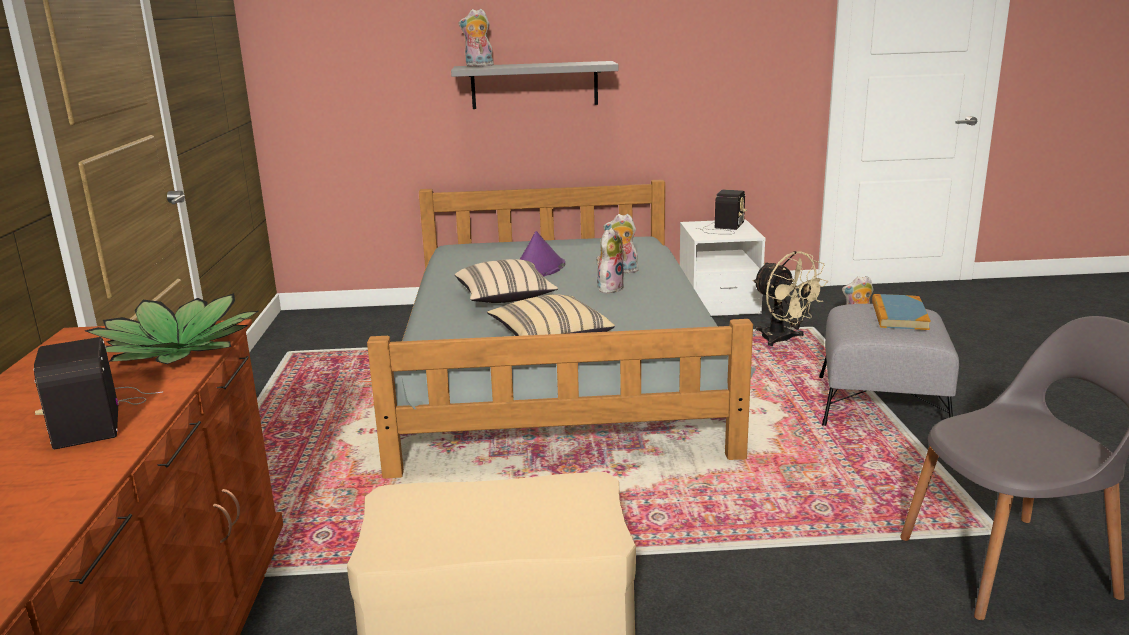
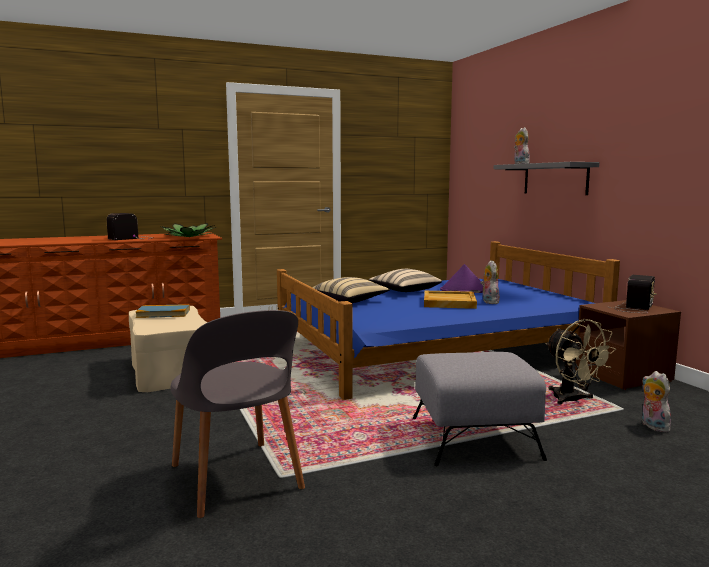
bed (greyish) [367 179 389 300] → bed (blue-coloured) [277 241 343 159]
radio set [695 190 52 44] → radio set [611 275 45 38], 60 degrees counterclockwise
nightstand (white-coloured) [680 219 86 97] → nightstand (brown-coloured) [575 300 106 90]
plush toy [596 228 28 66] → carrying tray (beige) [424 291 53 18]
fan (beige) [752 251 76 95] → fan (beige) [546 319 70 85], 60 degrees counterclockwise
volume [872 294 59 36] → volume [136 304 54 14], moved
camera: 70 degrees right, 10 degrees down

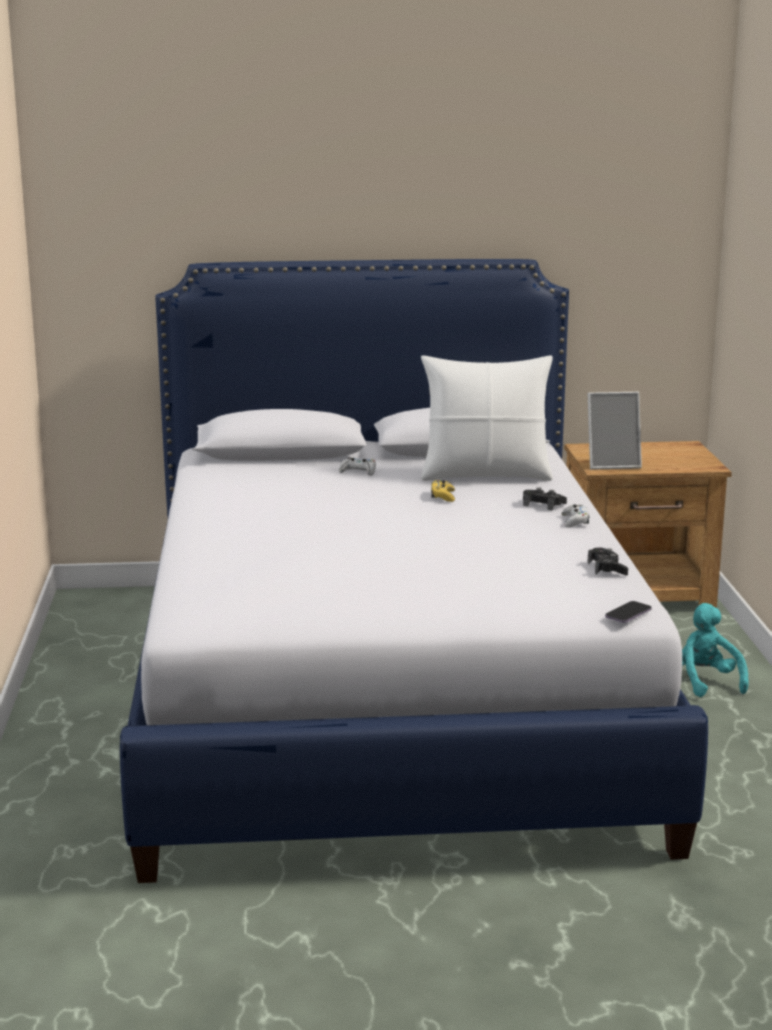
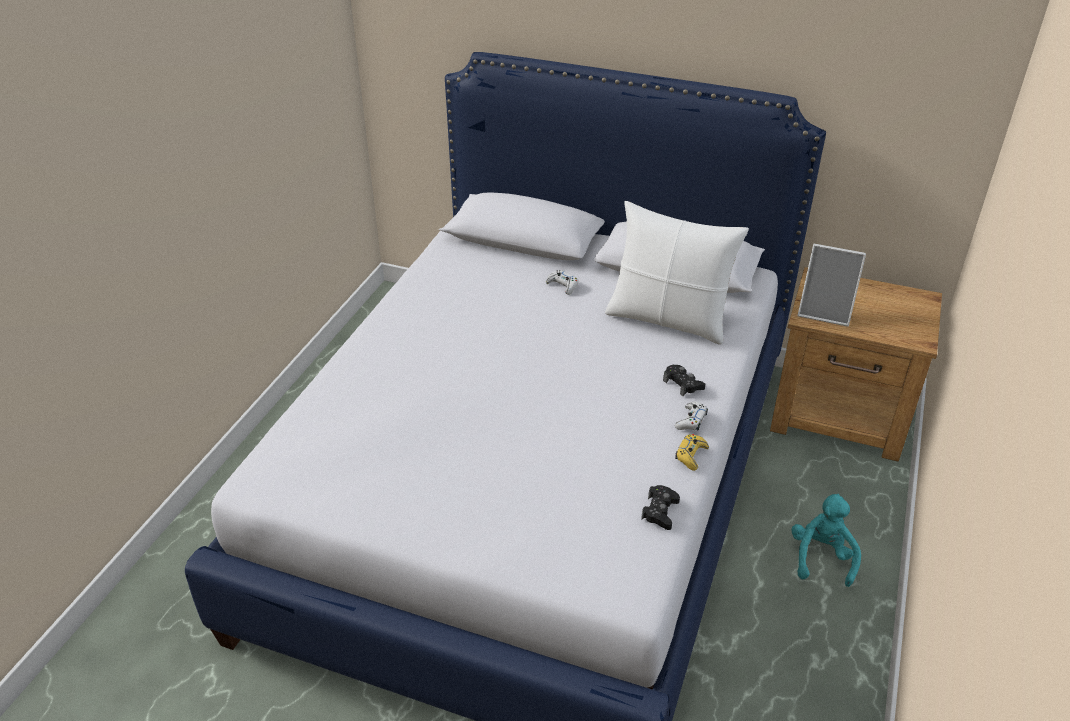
game controller (yellow-coloured) [431 480 24 22] → game controller (yellow-coloured) [675 434 34 37], moved
phone [605 601 47 22] → -
camera: 25 degrees right, 20 degrees up

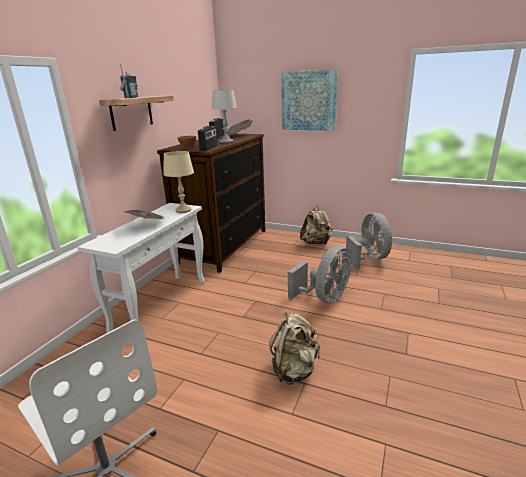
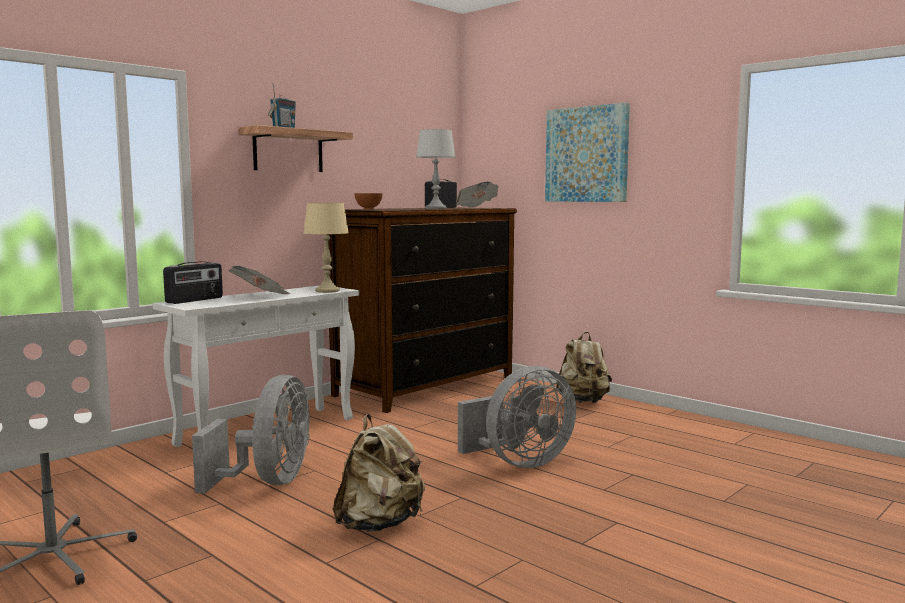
radio set [198 126 20 25] → radio set [163 261 60 43], moved
fan (greyish) [346 213 46 56] → fan (greyish) [192 375 118 118], moved
camera: 20 degrees right, 15 degrees down

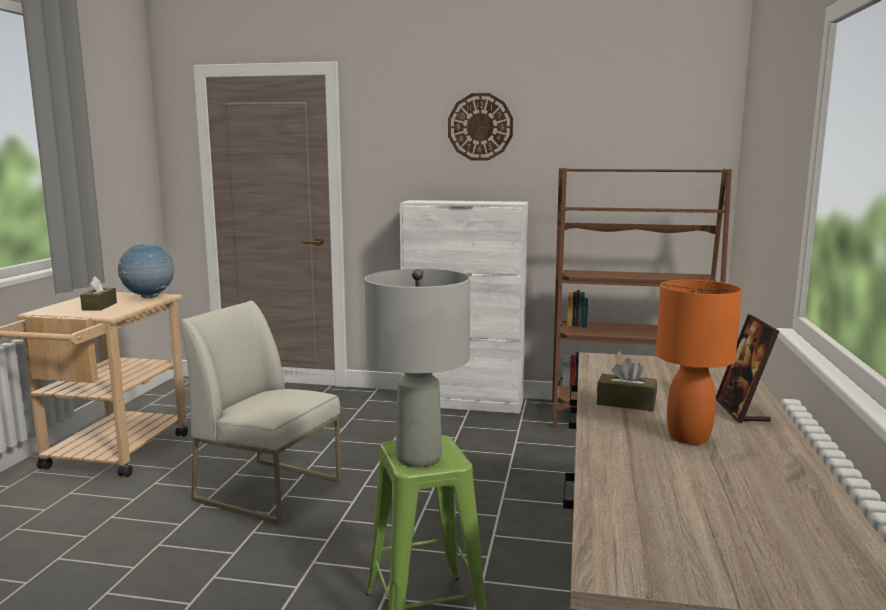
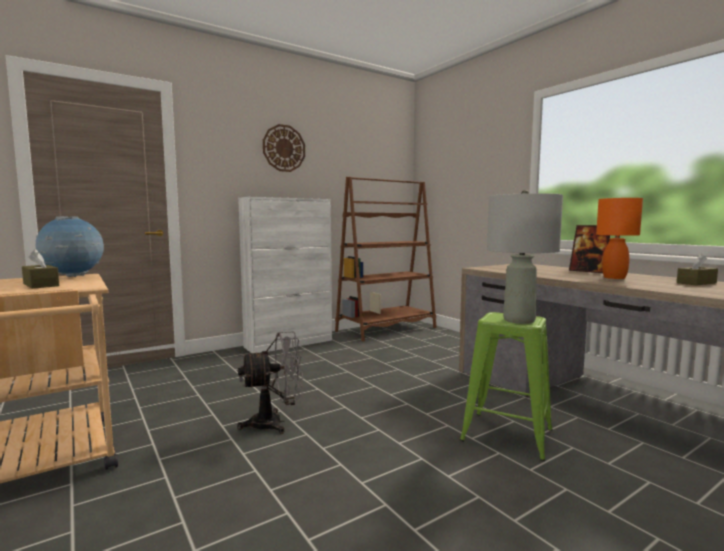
upright chair (white-coloured) [180 301 161 224] → fan (greyish) [237 332 66 102]
tissue box (brown-coloured) [597 358 60 53] → tissue box (brown-coloured) [677 254 41 32], moved
camera: 45 degrees left, 5 degrees down

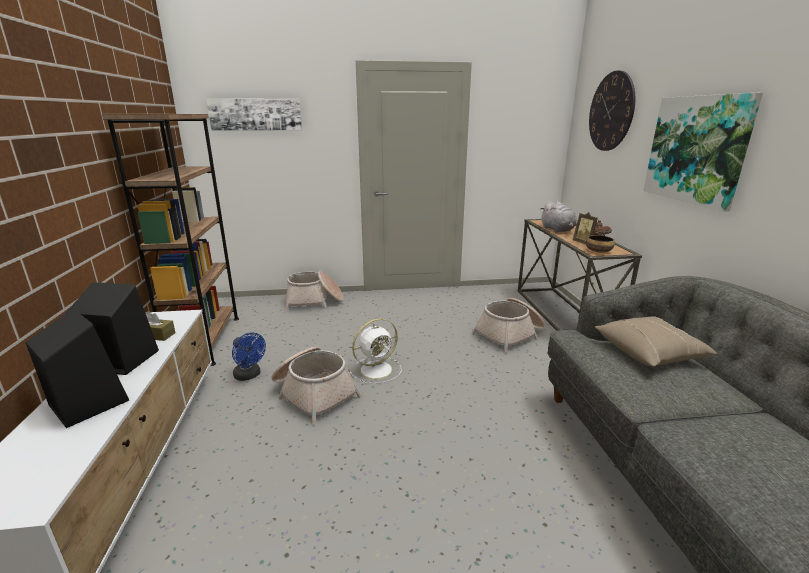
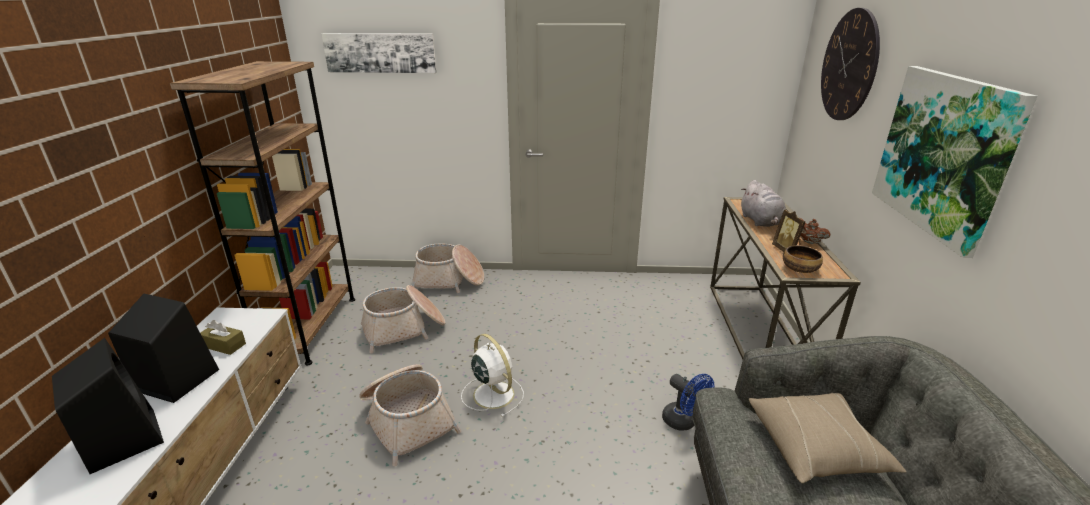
storage basket [471 298 74 55] → storage basket [361 285 84 68], moved
fan (white-coloured) [349 318 53 66] → fan (white-coloured) [461 334 63 83], 105 degrees counterclockwise
fan (blue-coloured) [232 332 34 49] → fan (blue-coloured) [662 374 52 57], moved
camera: 10 degrees right, 5 degrees up

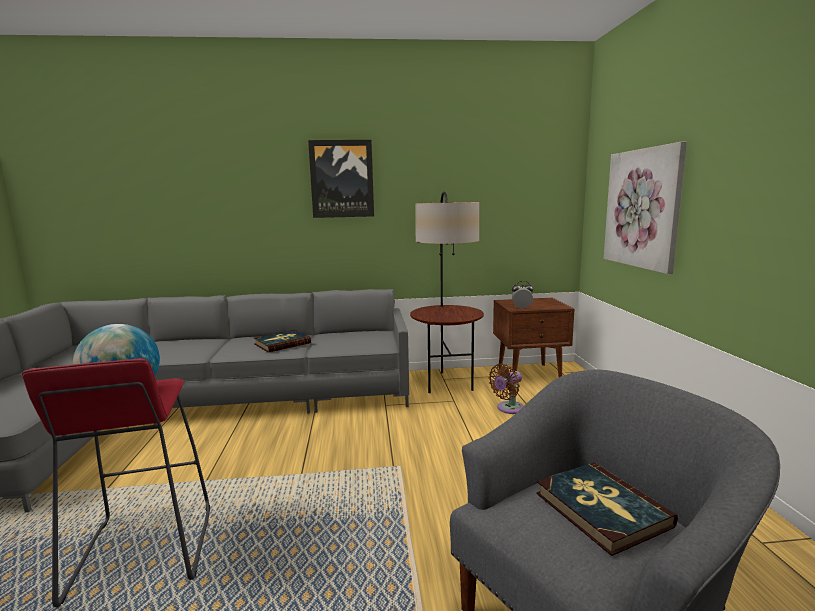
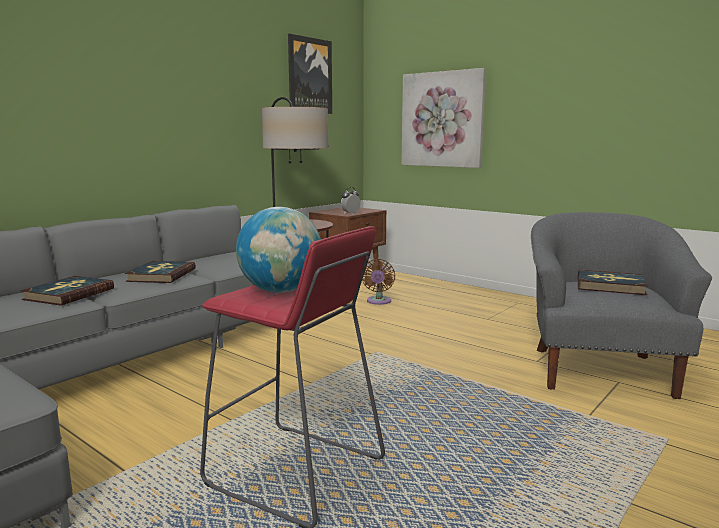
wall art [308 140 66 78] → wall art [288 34 44 80], moved
- → volume [21 276 93 30]
camera: 45 degrees left, 0 degrees up

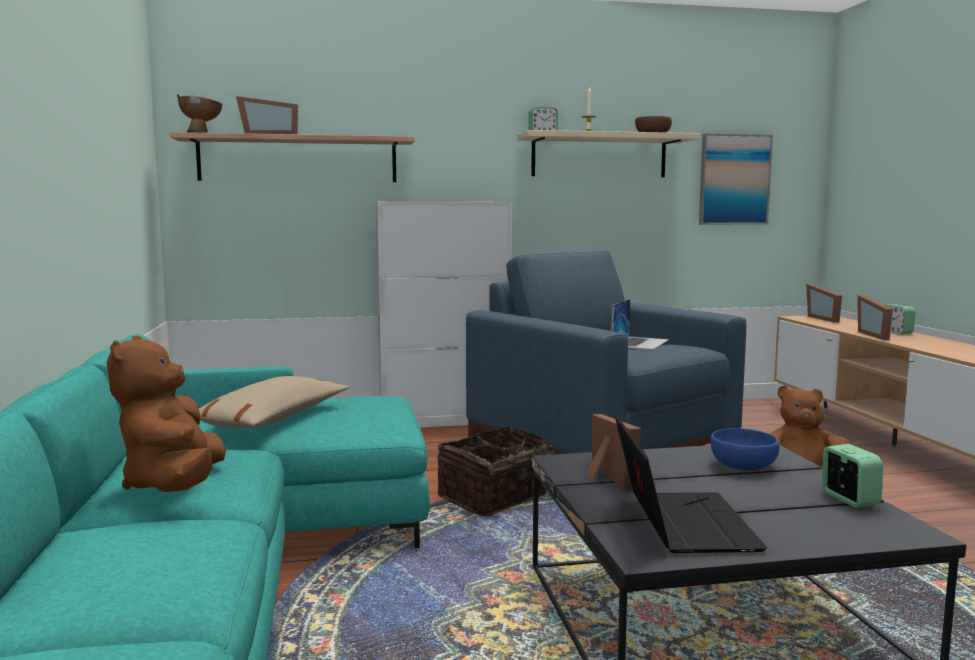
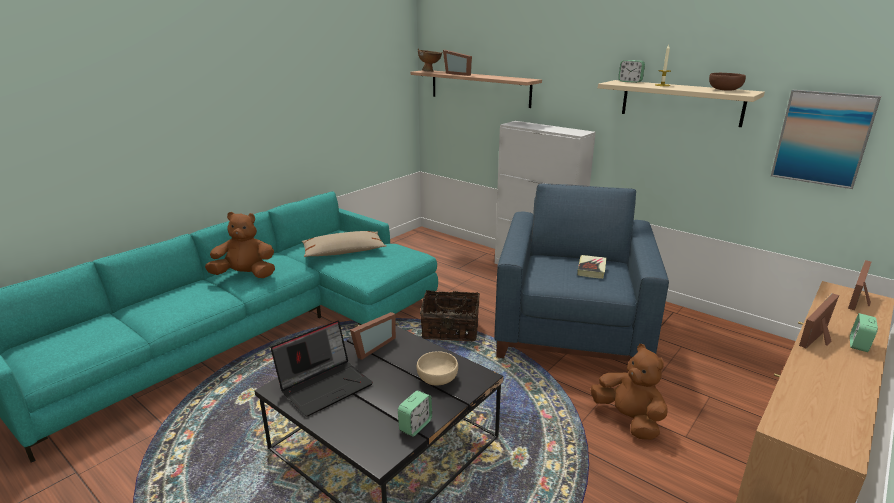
portable computer [611 299 58 51] → volume [577 255 29 24]
plush toy (brown-coloured) [107 336 119 156] → plush toy (brown-coloured) [205 212 70 66], 45 degrees clockwise
serving bowl (blue-coloured) [710 428 69 42] → serving bowl (beige) [417 352 41 34]
camera: 50 degrees right, 15 degrees up

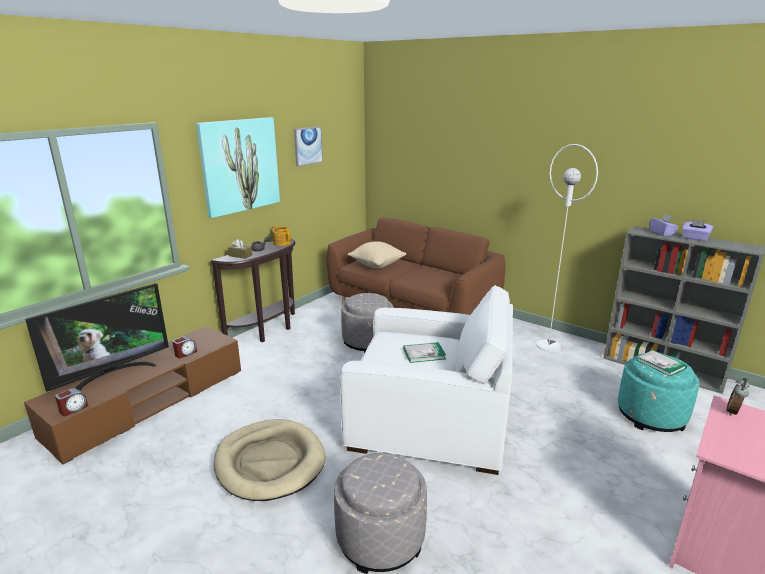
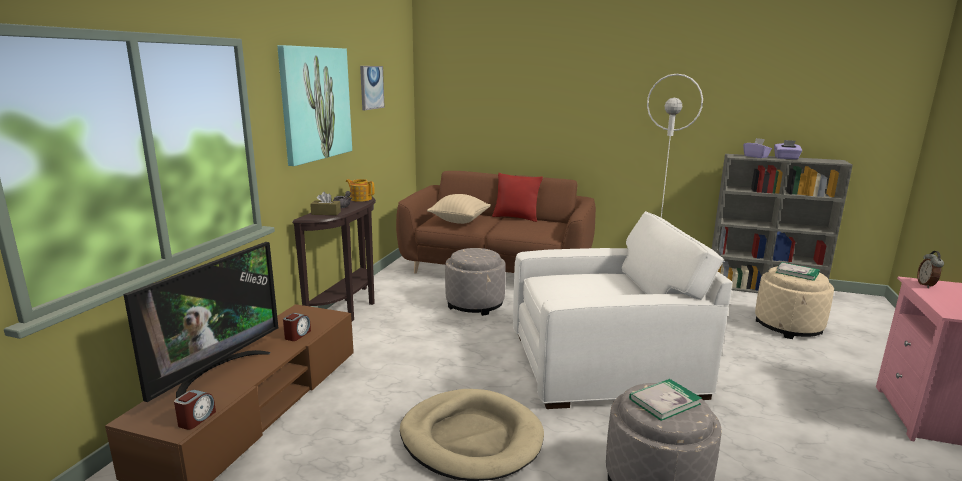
volume [403 342 43 21] → volume [629 379 73 42], moved
ottoman (turquoise-coloured) [618 353 82 79] → ottoman (beige) [755 266 79 73]
- → pillow (red) [492 173 51 49]
camera: 20 degrees left, 5 degrees down

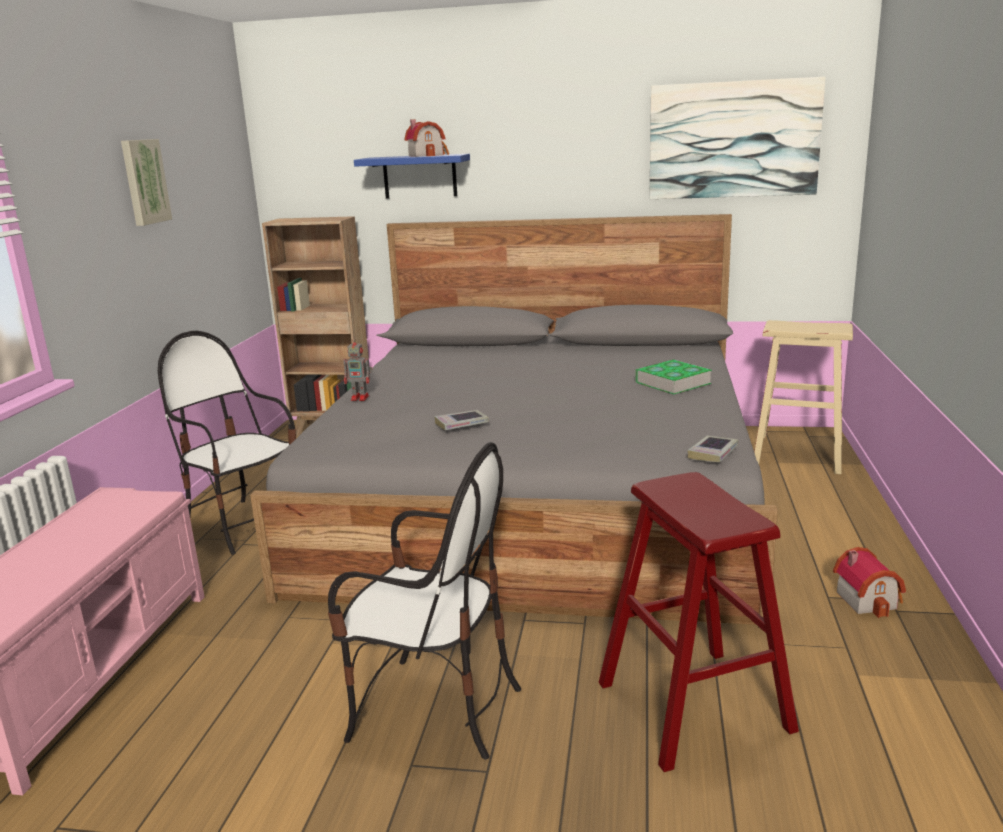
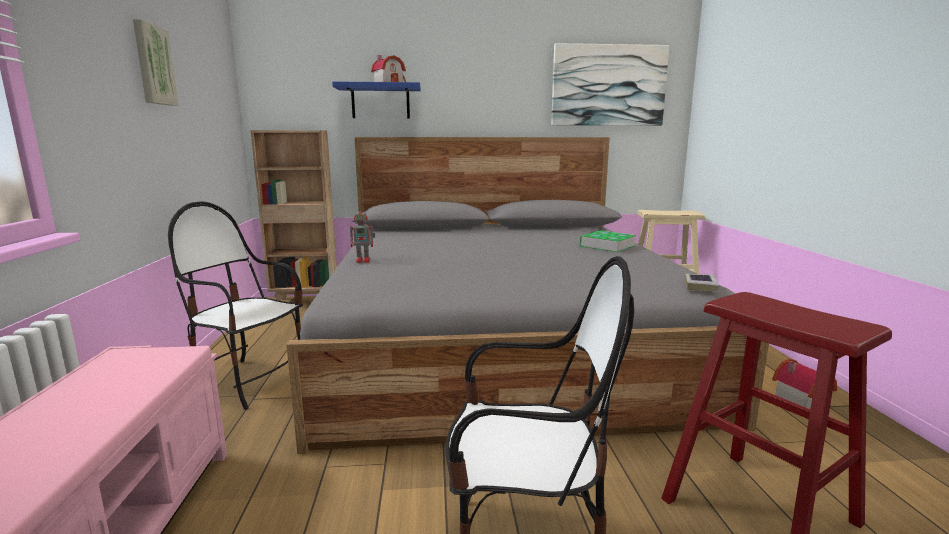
volume [434 410 55 20] → -
camera: 15 degrees left, 5 degrees down

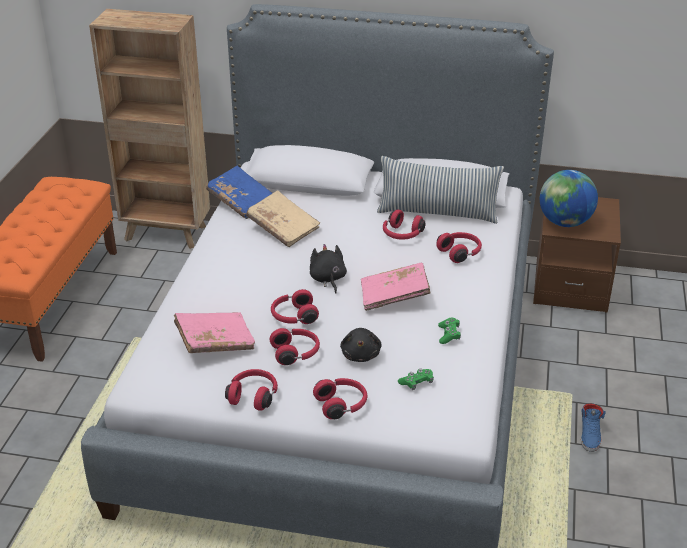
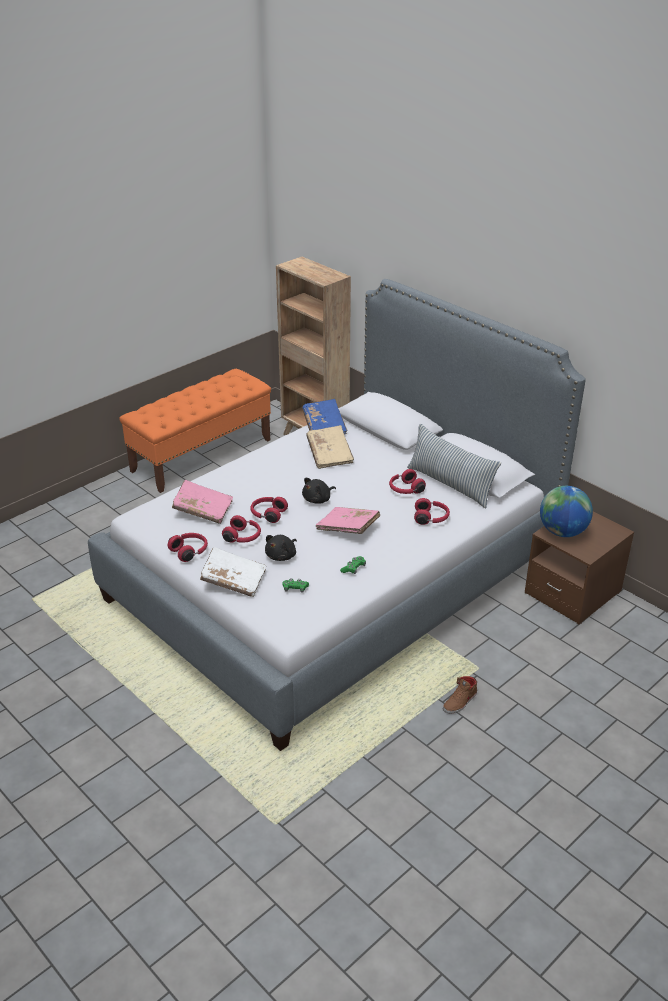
plush toy (blackish) [310 244 37 49] → plush toy (blackish) [302 478 34 25], 150 degrees counterclockwise
headphones (red) [313 378 54 41] → volume (white-coloured) [200 547 66 50]
shoe (blue-coloured) [581 403 25 49] → shoe (brown-coloured) [443 676 34 38]
camera: 35 degrees right, 0 degrees up

